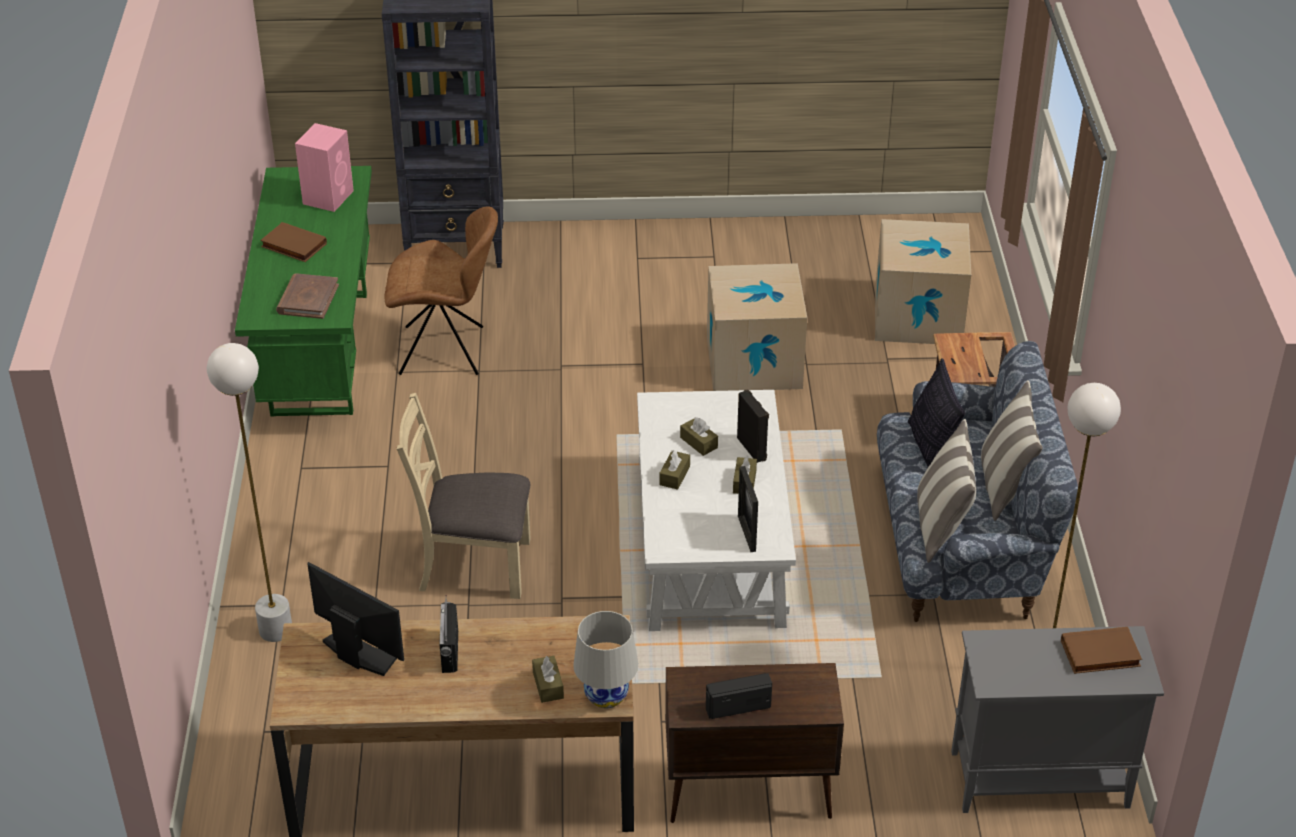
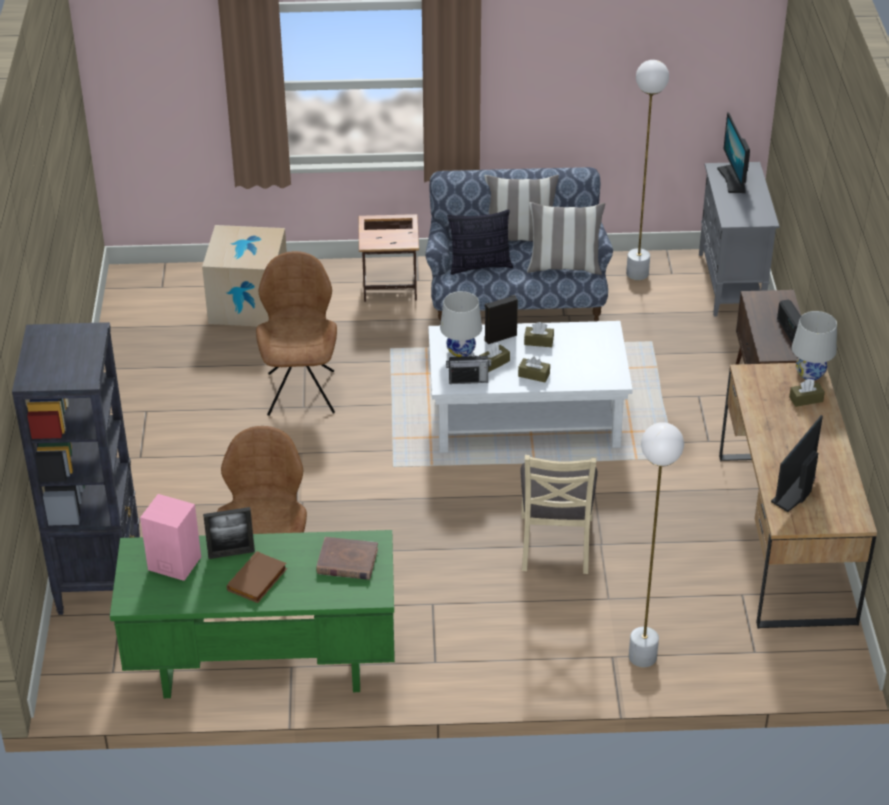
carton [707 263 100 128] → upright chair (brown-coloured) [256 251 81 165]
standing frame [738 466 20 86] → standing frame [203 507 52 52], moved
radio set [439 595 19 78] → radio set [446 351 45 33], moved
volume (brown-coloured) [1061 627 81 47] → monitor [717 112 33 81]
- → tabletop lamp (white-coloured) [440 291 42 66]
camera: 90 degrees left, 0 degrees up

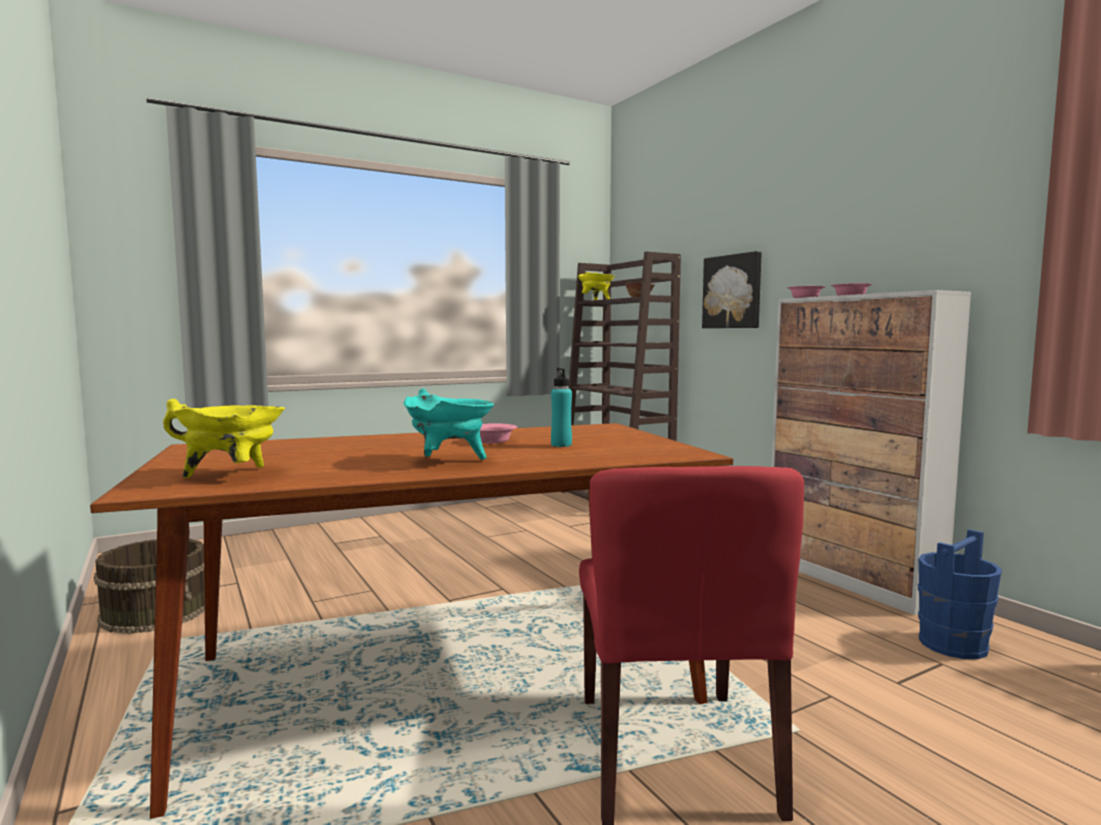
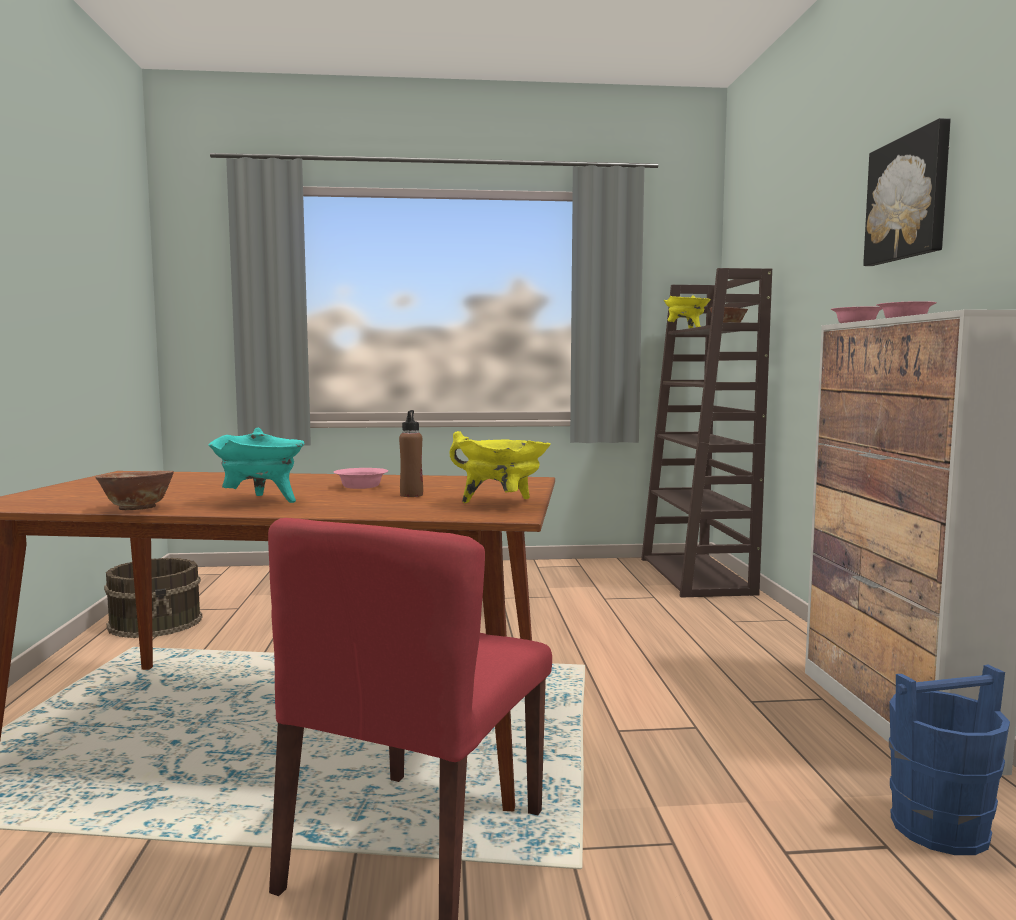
wall art [702 251 60 77] → wall art [863 118 88 148], moved
beverage bottle (turquoise-coloured) [551 368 21 79] → beverage bottle (brown-coloured) [399 410 24 87]
stockpot (yellow-coloured) [163 399 122 79] → stockpot (yellow-coloured) [450 431 101 72], moved
- → serving bowl [95 471 79 39]
camera: 25 degrees right, 0 degrees up

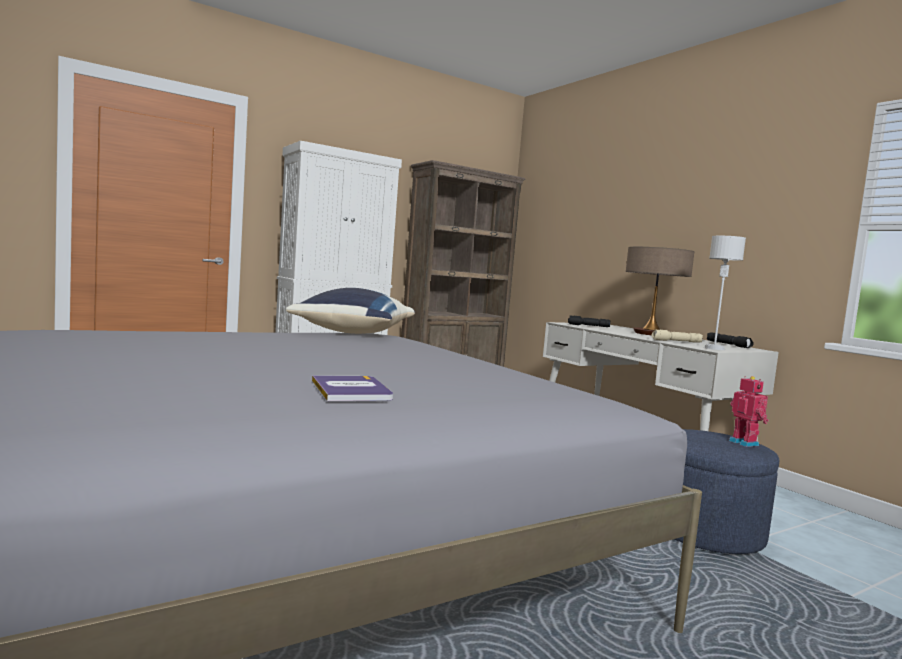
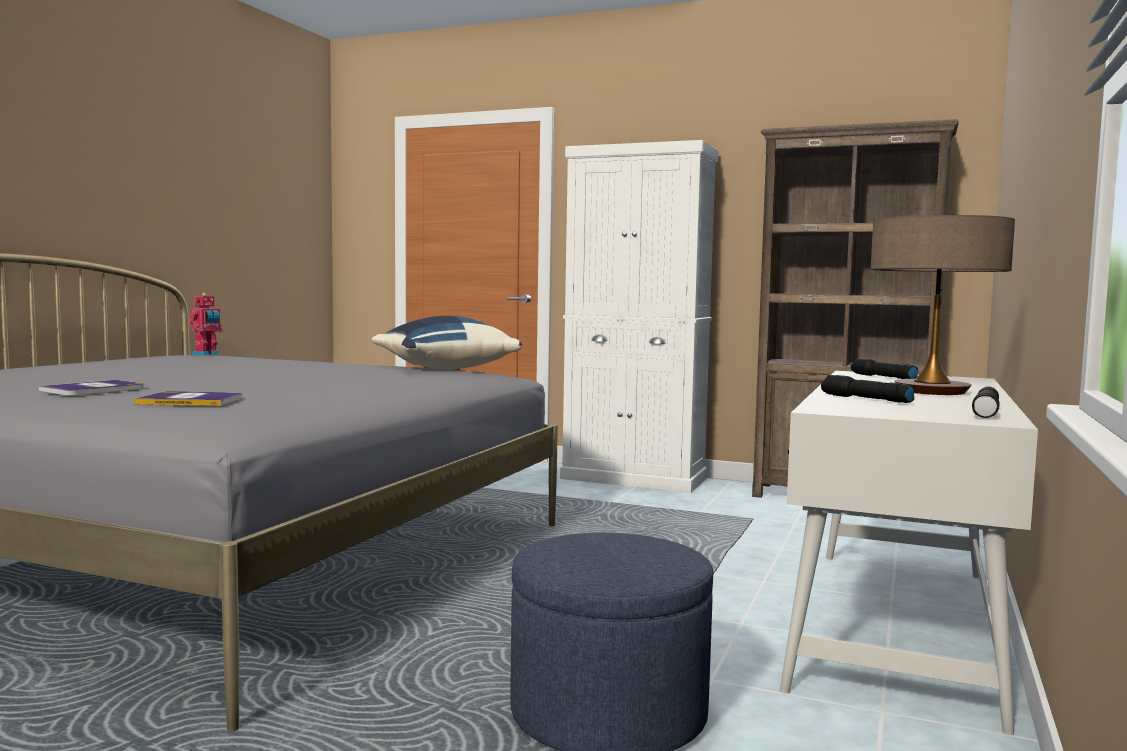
tabletop lamp (greyish) [704 236 42 114] → -
flashlight (beige) [652 330 51 13] → flashlight (blackish) [821 375 94 28]
model robot [729 376 40 71] → model robot [188 293 35 63], moved
- → volume [134 391 108 15]
camera: 55 degrees right, 0 degrees up

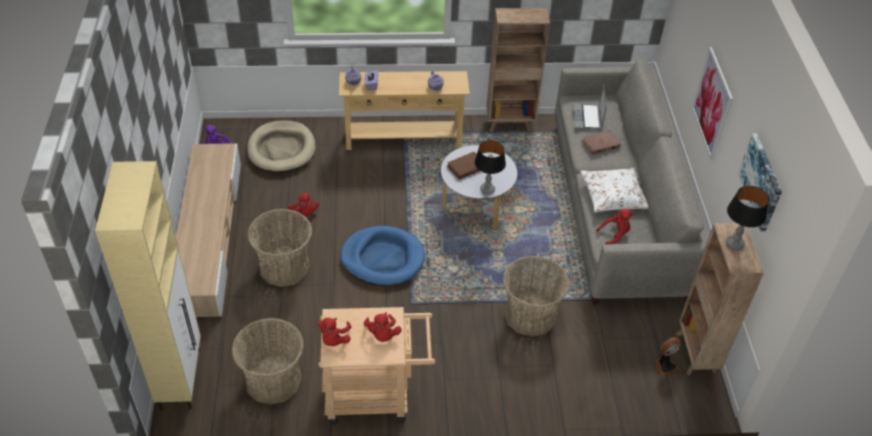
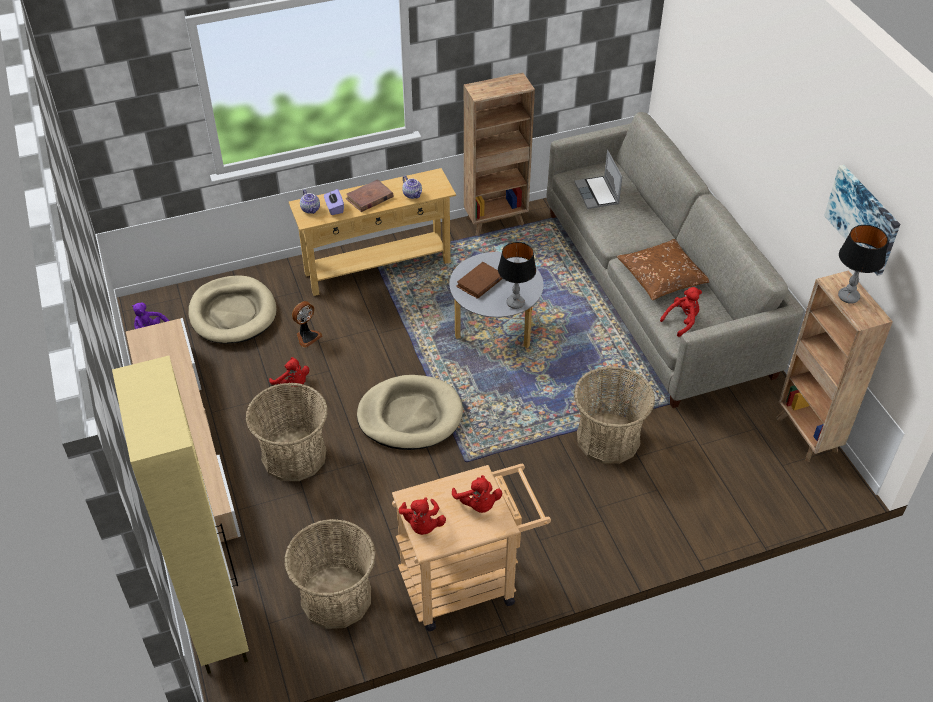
wall art [692 47 41 113] → -
volume (brown-coloured) [581 130 40 25] → volume (brown-coloured) [346 179 47 33], moved
pillow (white-coloured) [580 168 68 45] → pillow (brown-coloured) [617 239 92 61]
dog bed (blue-coloured) [340 226 85 60] → dog bed (beige) [357 375 106 75]
fan [656 337 26 40] → fan [292 301 30 47], moved
camera: 15 degrees left, 0 degrees up

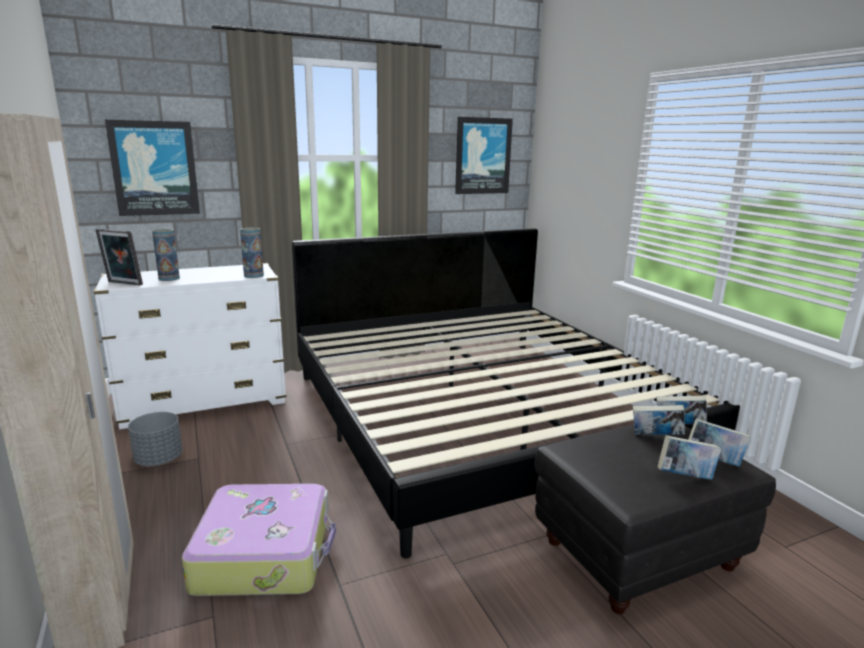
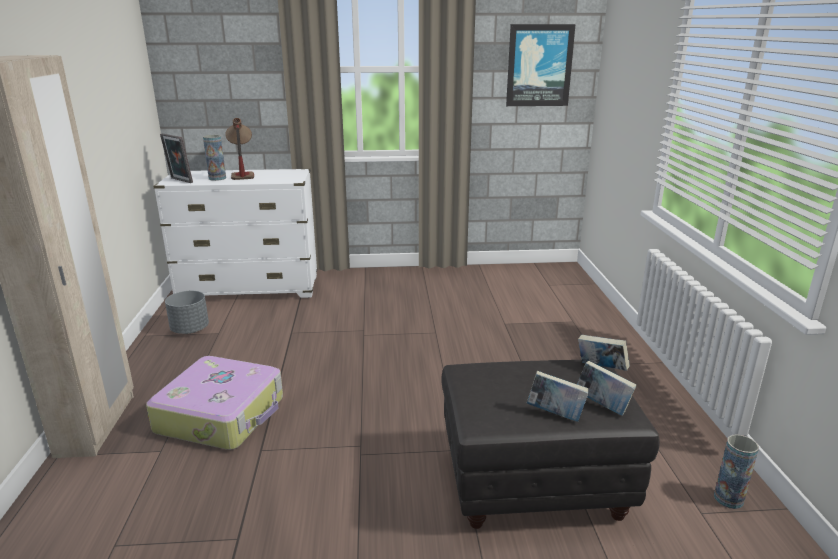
wall art [105 120 95 96] → -
flower vase [240 227 24 51] → flower vase [714 434 45 75], moved
bed [292 228 448 330] → -
volume [633 405 52 30] → -
- → tabletop lamp [225 118 29 62]
camera: 20 degrees right, 5 degrees up

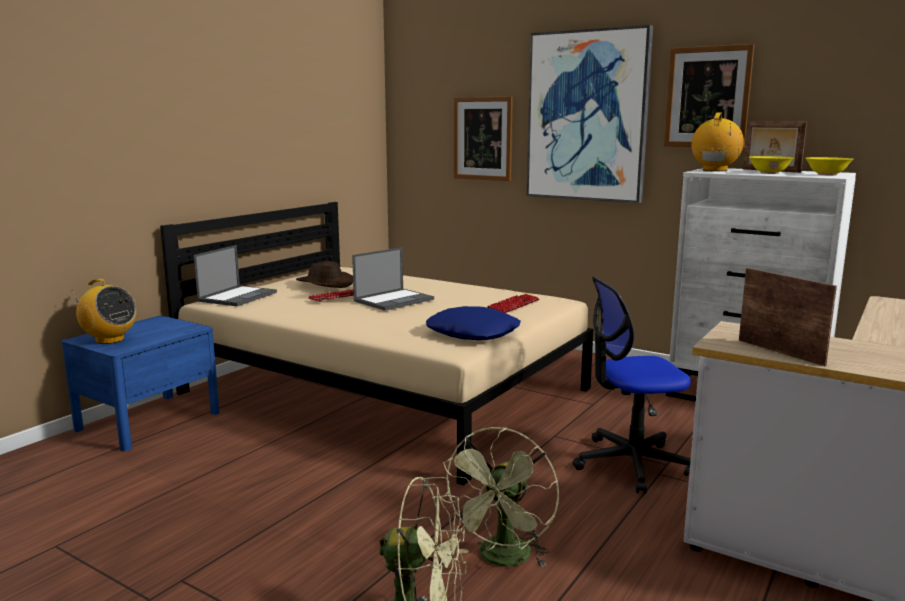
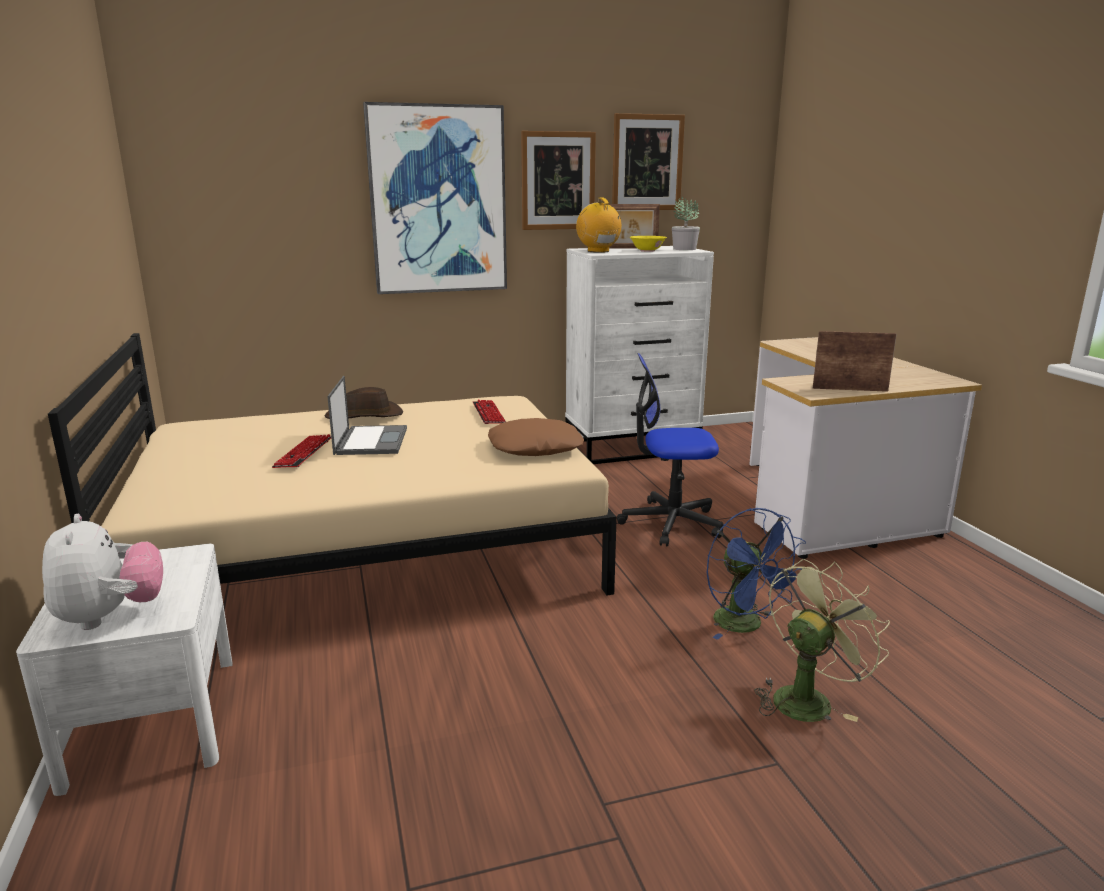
wall art [454 96 59 85] → wall art [612 113 73 97], moved
serving bowl (yellow-coloured) [805 157 49 19] → houseplant [672 197 28 53]
portable computer [193 245 84 61] → -
hat (brown-coloured) [296 261 57 27] → hat (brown-coloured) [325 387 78 32], moved
desk chair [573 276 118 218] → desk chair [617 353 106 194], 60 degrees clockwise
radio set [72 279 64 65] → plush toy [42 514 121 116]
pillow (blue-coloured) [426 306 95 34] → pillow (brown-coloured) [488 418 96 38]
nightstand (blue-coloured) [62 316 158 135] → nightstand (white-coloured) [16 544 217 252]
fan (greenish) [441 427 118 140] → fan (blue-coloured) [707 508 99 132]
camera: 50 degrees left, 5 degrees up

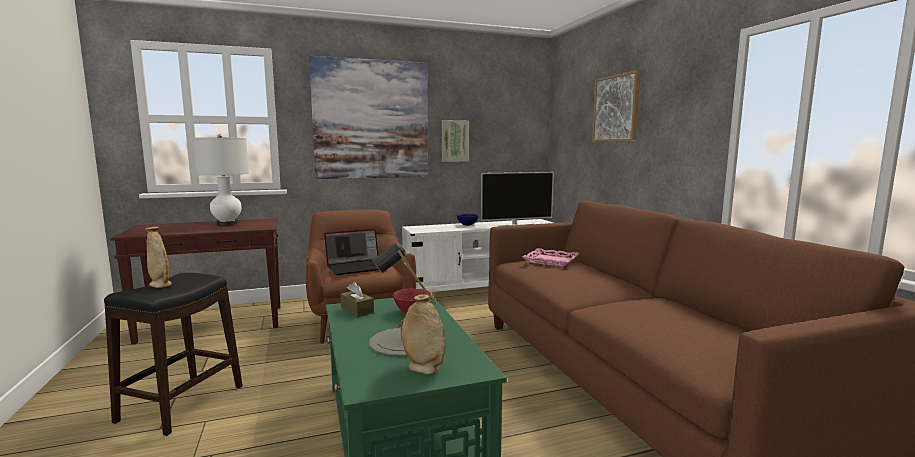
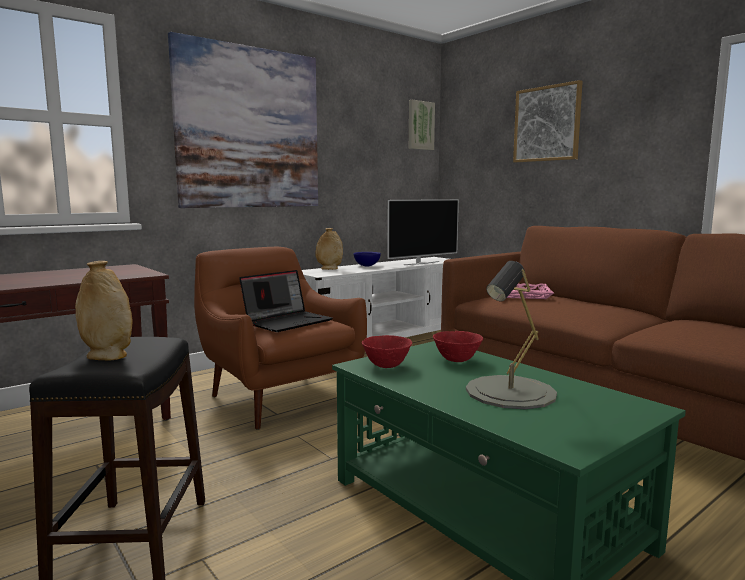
wall art [442 120 27 42] → wall art [409 100 26 50], moved
tabletop lamp (white-coloured) [192 134 57 92] → -
tissue box (brown-coloured) [340 282 34 35] → serving bowl (red) [362 335 50 33]
flower vase (beige) [402 294 44 81] → flower vase (beige) [316 228 27 42], moved
camera: 20 degrees left, 0 degrees up

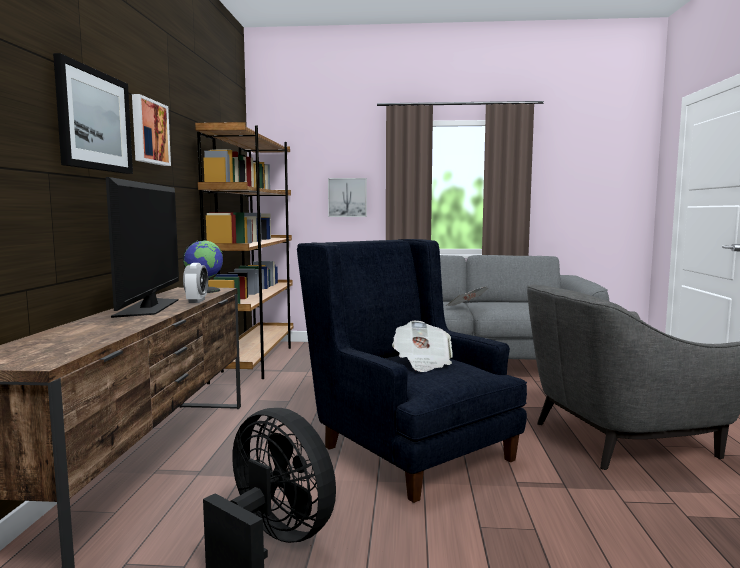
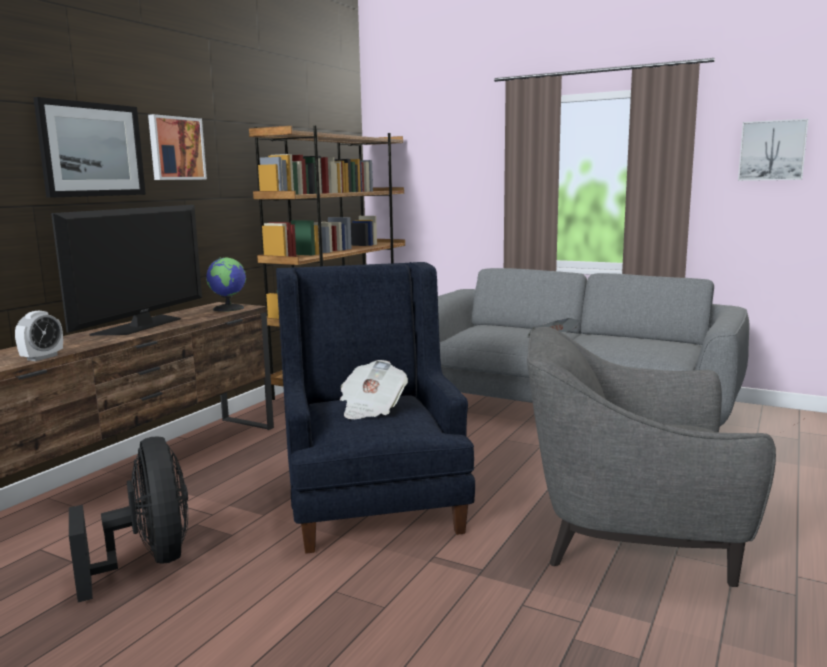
wall art [328 178 39 39] → wall art [738 119 70 62], moved
table clock [183 263 25 40] → table clock [15 311 48 50], moved
camera: 25 degrees right, 5 degrees up

